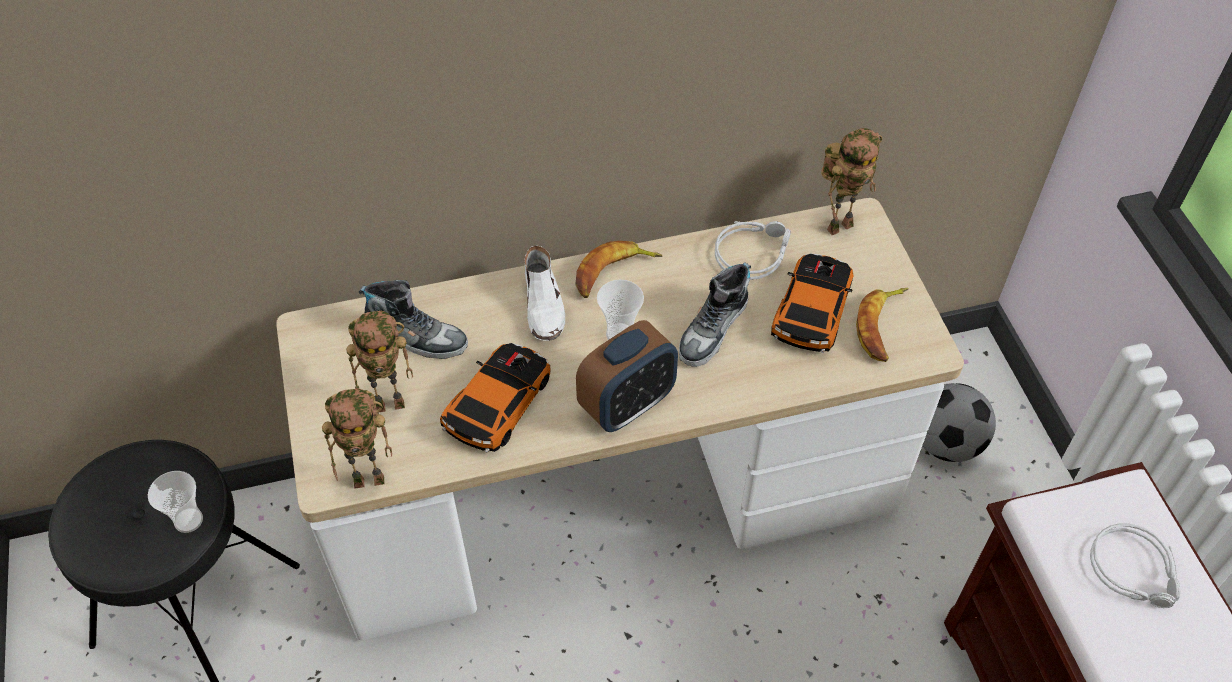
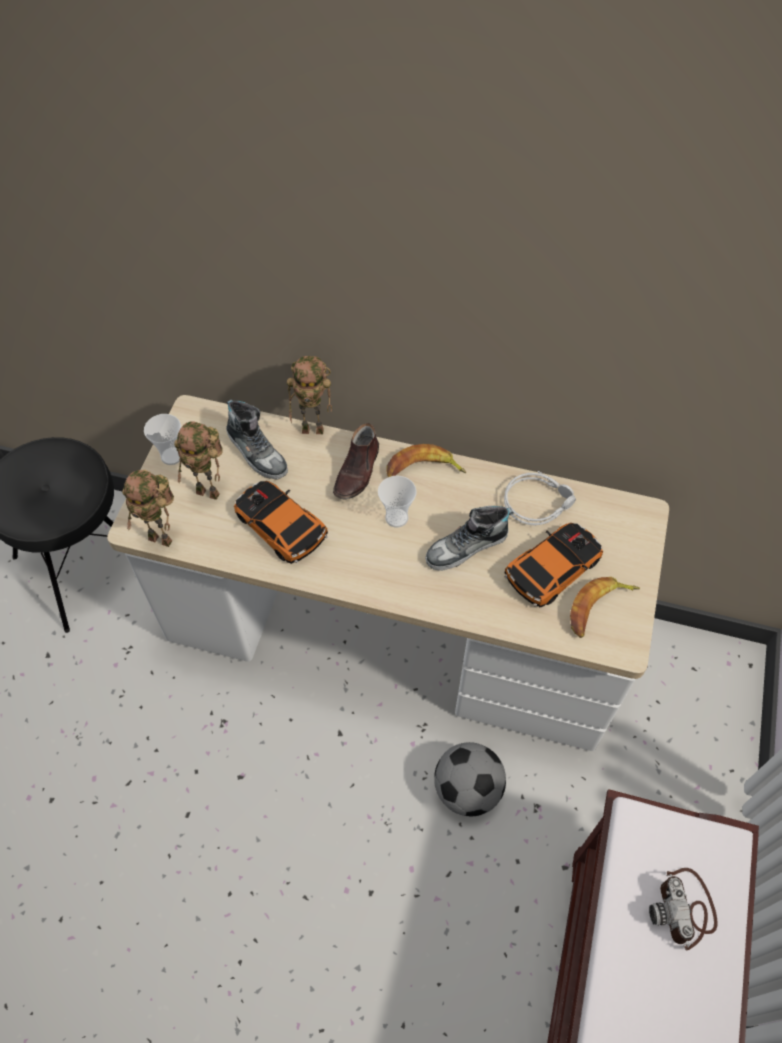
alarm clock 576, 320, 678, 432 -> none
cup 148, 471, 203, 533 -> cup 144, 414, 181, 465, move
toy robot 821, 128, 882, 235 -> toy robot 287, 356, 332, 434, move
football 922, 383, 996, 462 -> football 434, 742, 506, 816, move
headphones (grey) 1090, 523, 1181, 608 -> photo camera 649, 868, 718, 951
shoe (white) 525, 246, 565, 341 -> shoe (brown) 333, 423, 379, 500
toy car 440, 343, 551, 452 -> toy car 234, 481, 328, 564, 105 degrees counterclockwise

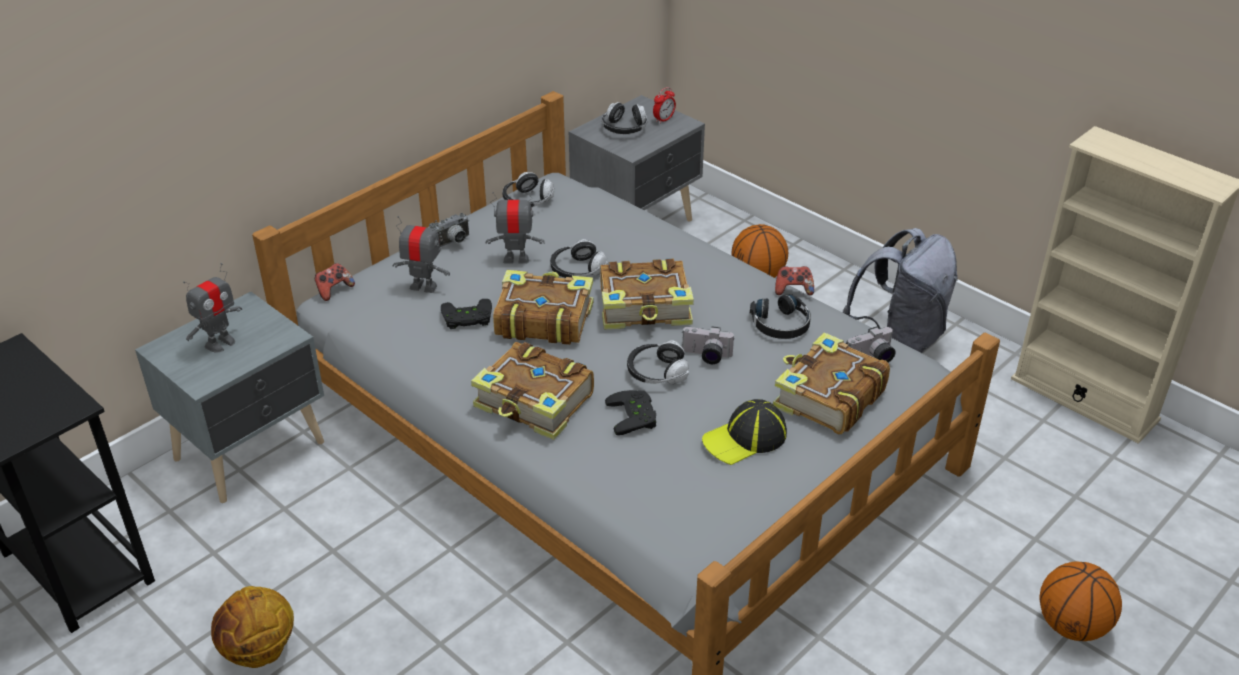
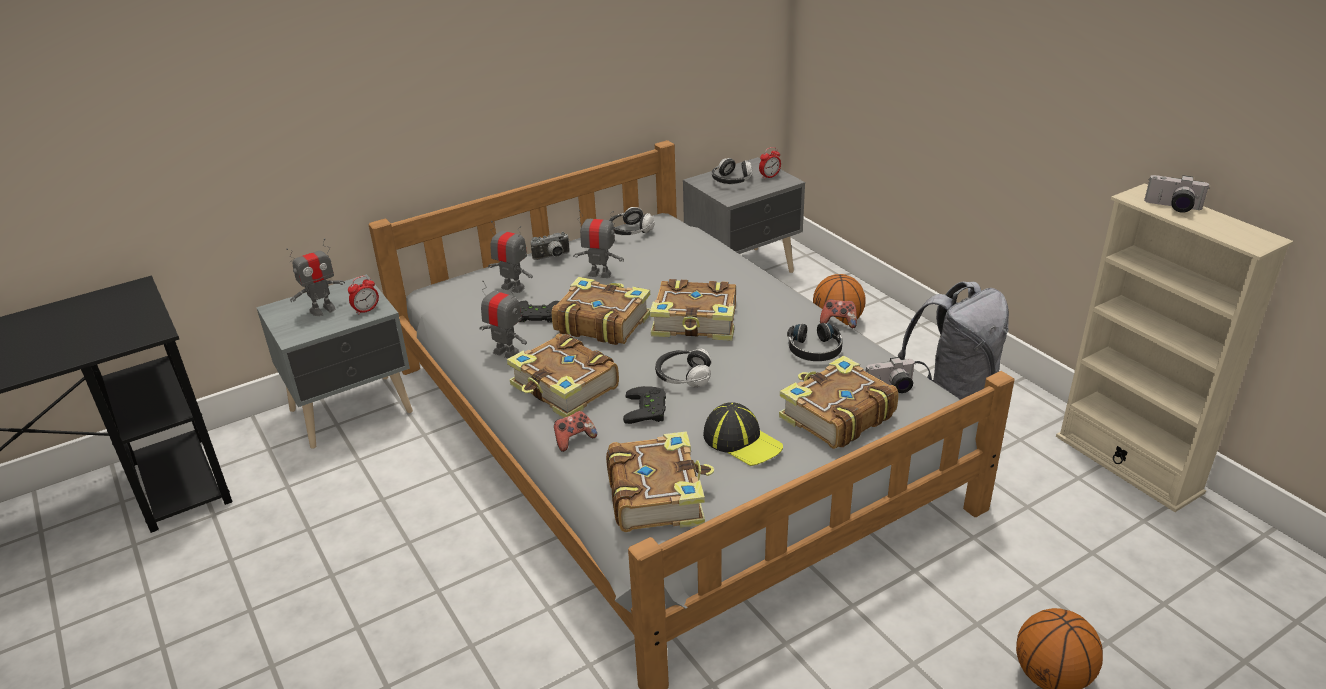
basketball 211, 586, 294, 668 -> none
headphones 550, 239, 608, 278 -> none
none -> alarm clock 348, 276, 379, 315
none -> toy robot 479, 280, 527, 358
none -> book 606, 431, 714, 532
game controller 315, 263, 355, 301 -> game controller 554, 411, 597, 452, move
photo camera 682, 326, 735, 364 -> photo camera 1144, 175, 1210, 213, move
cap 702, 399, 787, 465 -> cap 703, 402, 783, 466, 120 degrees counterclockwise

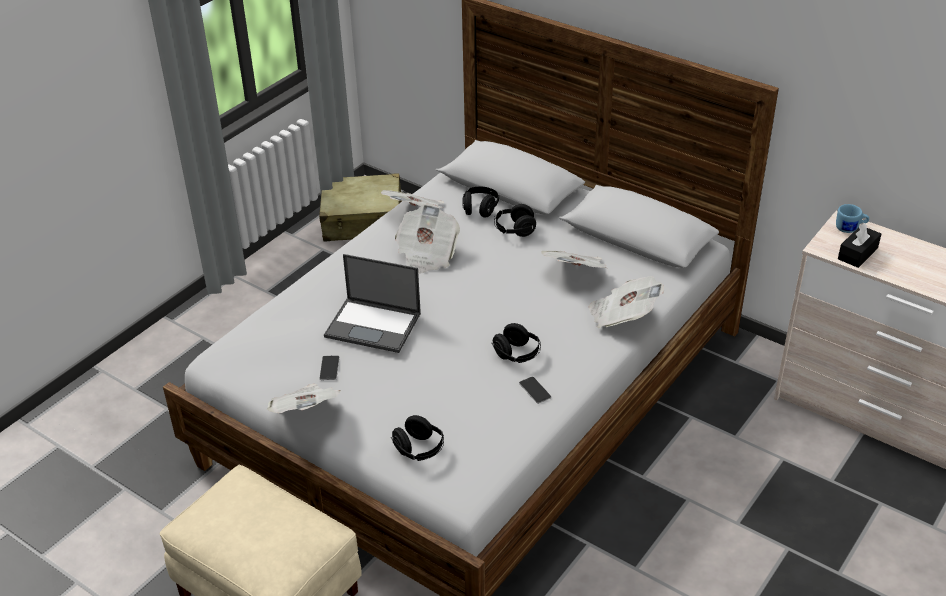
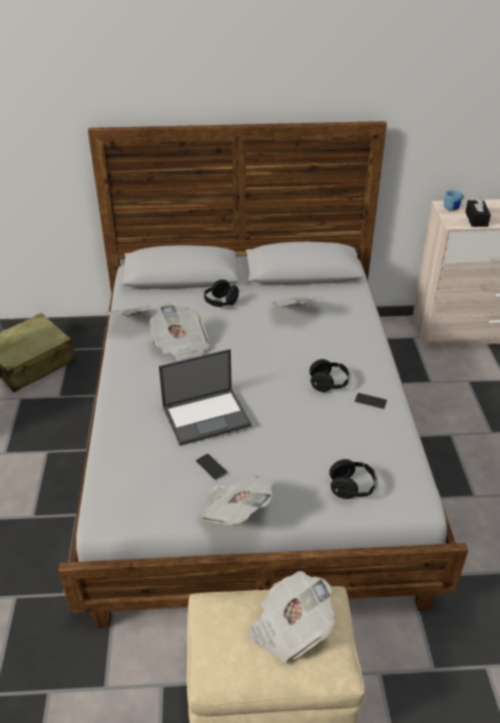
headphones (black) 463, 187, 499, 218 -> none
newspaper 588, 276, 664, 328 -> newspaper 248, 571, 335, 664, move

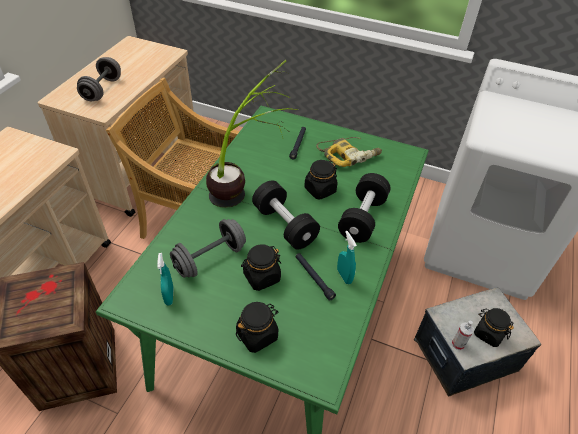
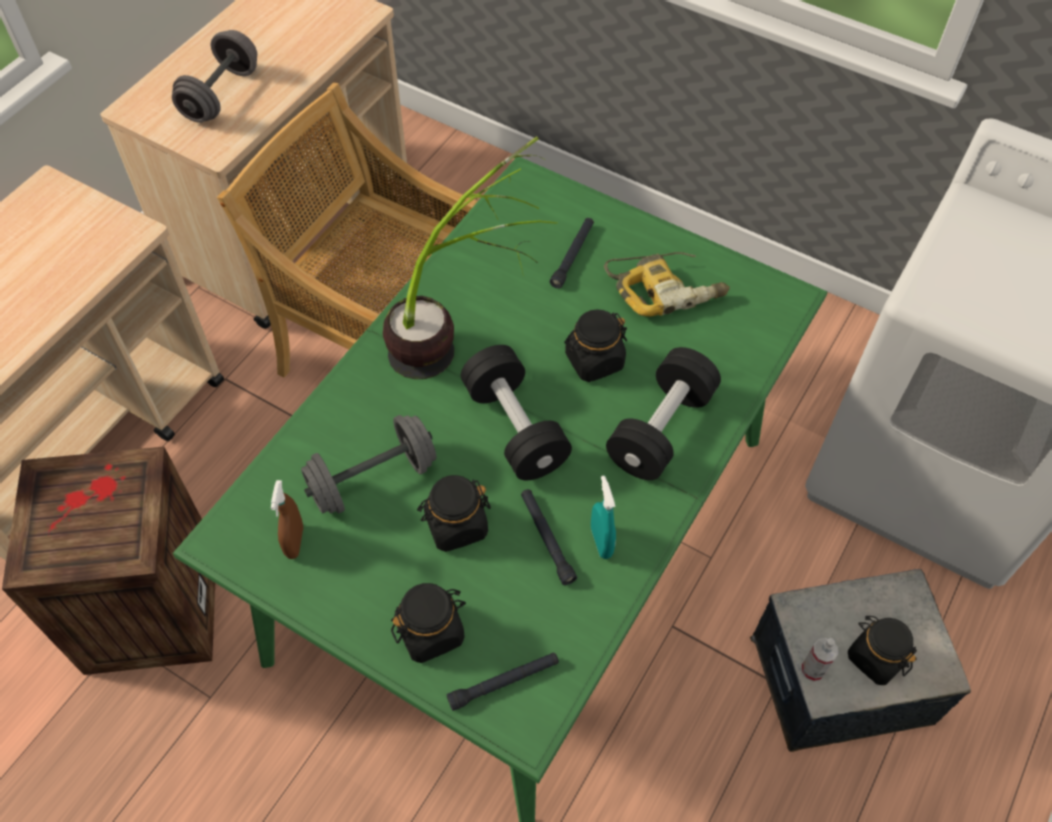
none -> flashlight (black) 447, 652, 559, 711
spray bottle (turquoise) 157, 253, 174, 305 -> spray bottle (brown) 271, 480, 303, 559

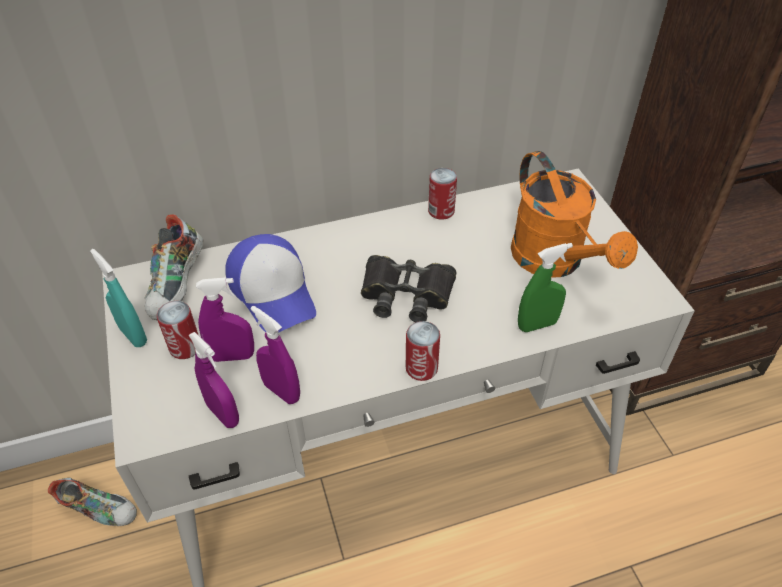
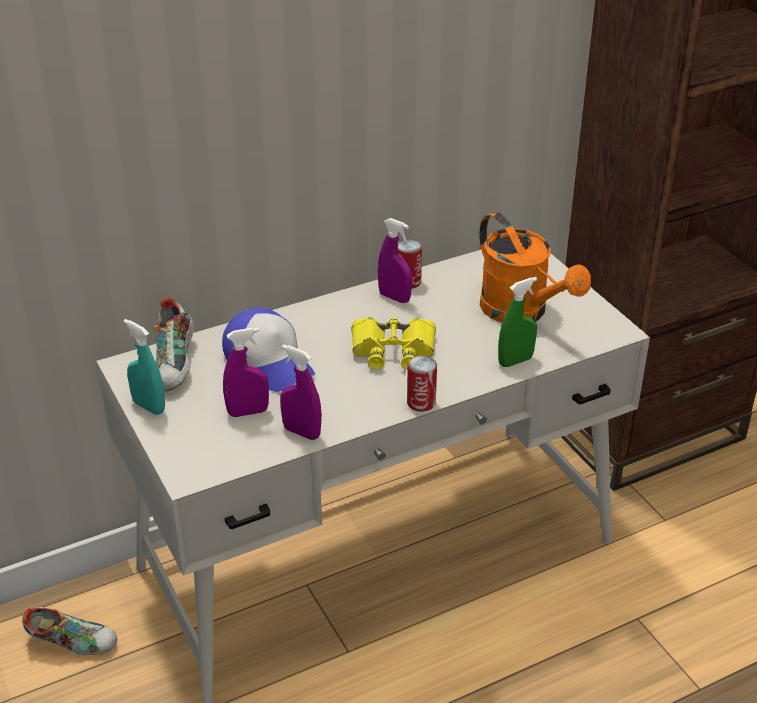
can 157, 301, 198, 359 -> none
spray bottle (purple) 188, 332, 239, 428 -> spray bottle (purple) 378, 218, 412, 303, move
binoculars (black) 361, 255, 456, 322 -> binoculars (yellow) 351, 317, 436, 370

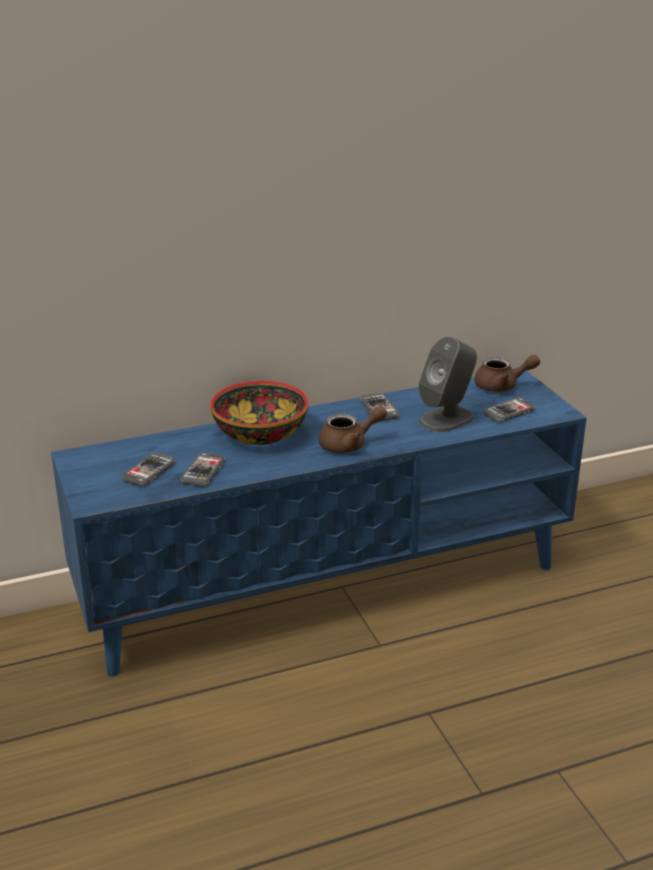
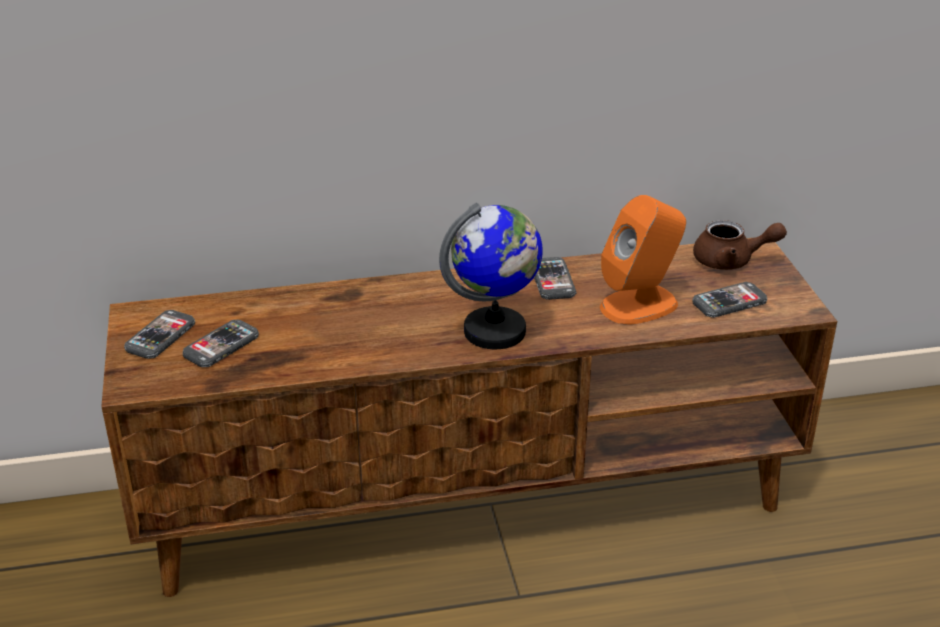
bowl 210, 381, 309, 445 -> none
phone 180, 453, 225, 487 -> phone 124, 310, 195, 359, move
teapot (brown) 319, 406, 387, 453 -> globe 439, 203, 543, 349
tv stand (blue) 51, 370, 587, 677 -> tv stand (brown) 101, 238, 837, 597
speaker (grey) 419, 336, 477, 432 -> speaker (orange) 600, 195, 686, 324

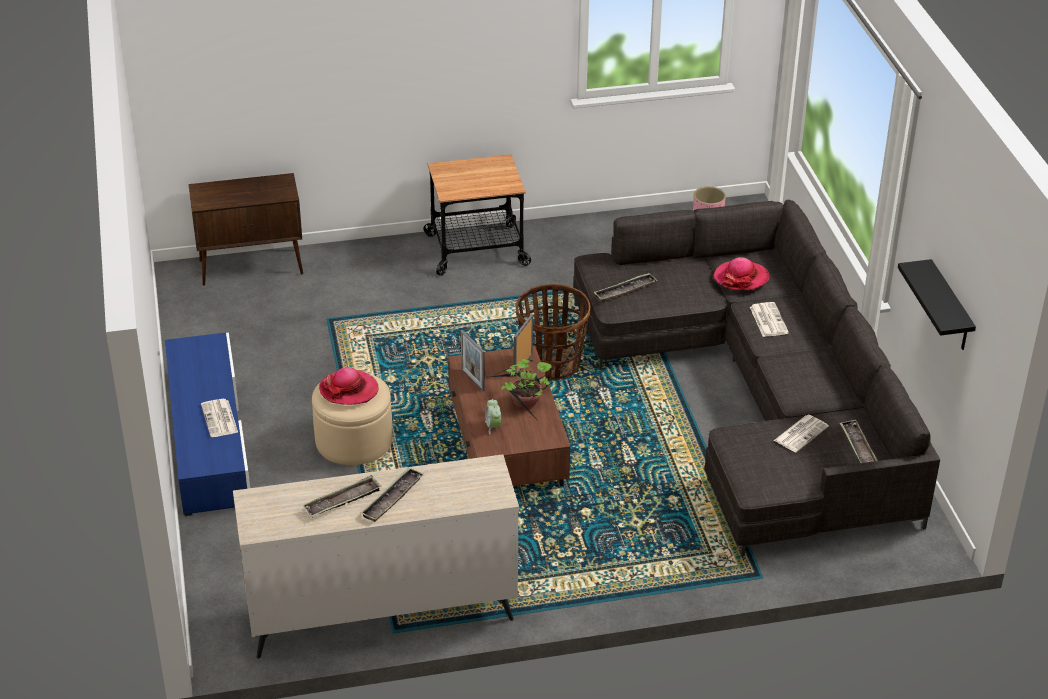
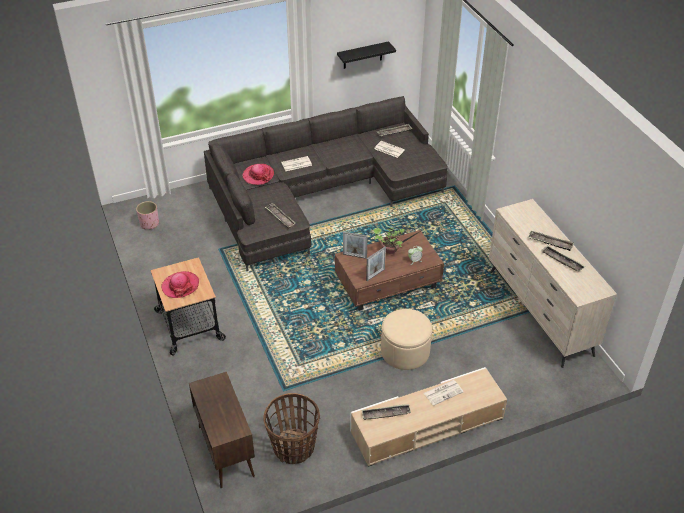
none -> tray 361, 404, 411, 420
hat 319, 367, 378, 405 -> hat 161, 271, 199, 298, move
basket 516, 284, 591, 380 -> basket 263, 393, 320, 464, move
tv stand (blue) 165, 332, 250, 516 -> tv stand (beige) 350, 367, 507, 467

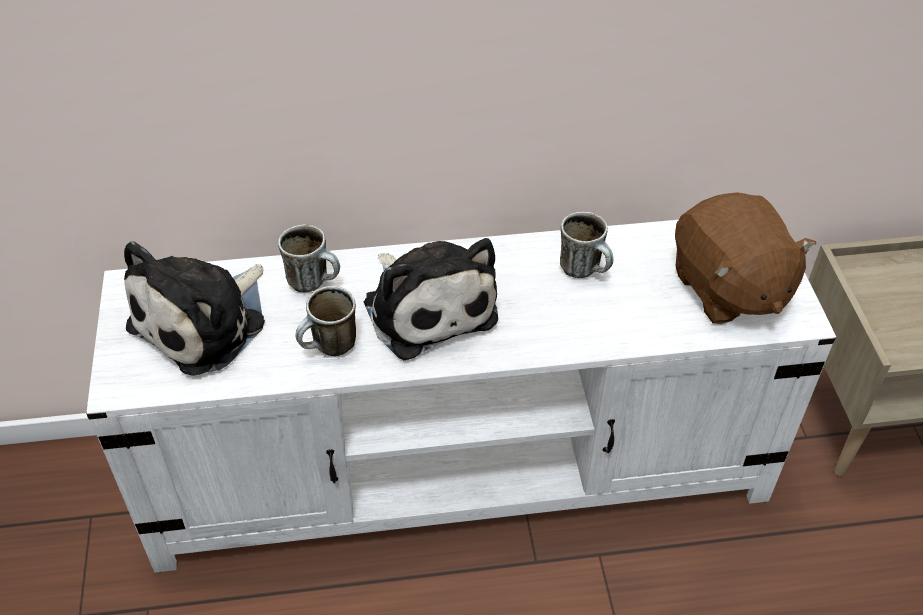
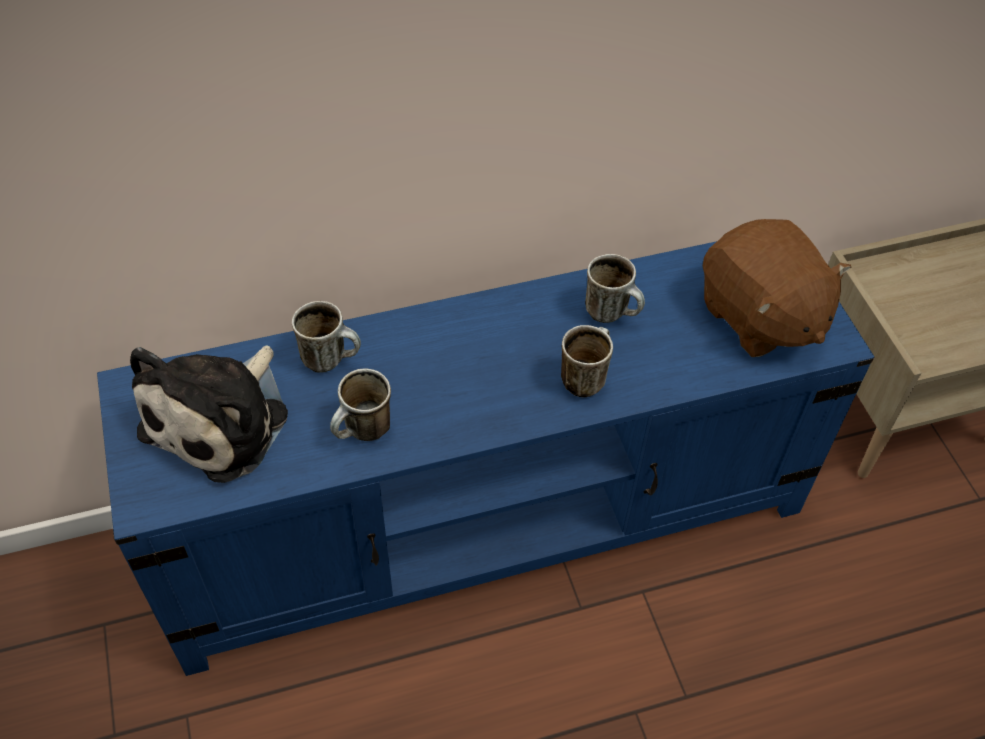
plush toy 364, 238, 498, 360 -> none
none -> mug 561, 325, 613, 397
tv stand (white) 86, 220, 836, 573 -> tv stand (blue) 97, 241, 874, 676

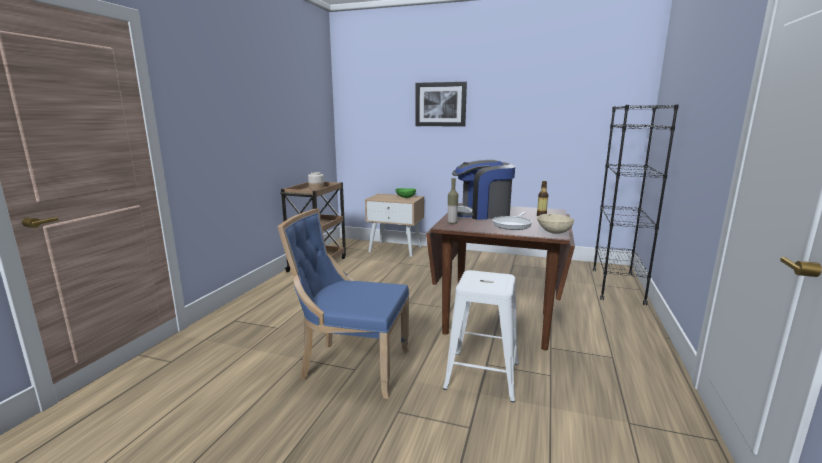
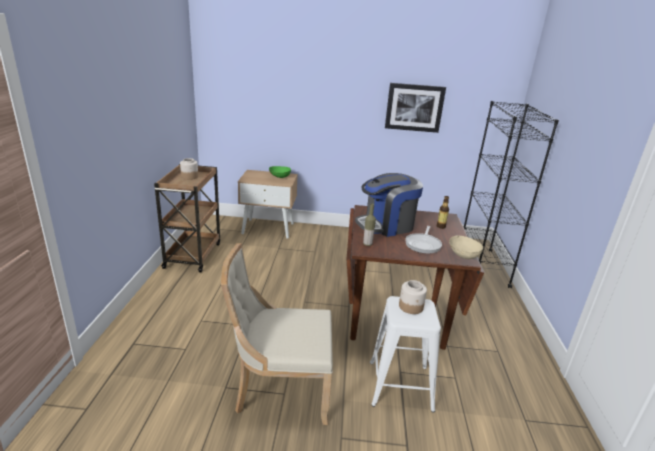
none -> jar 399, 280, 427, 314
picture 415, 82, 467, 127 -> picture 385, 83, 446, 133, move
chair (blue) 278, 208, 410, 399 -> chair (beige) 221, 243, 333, 425

